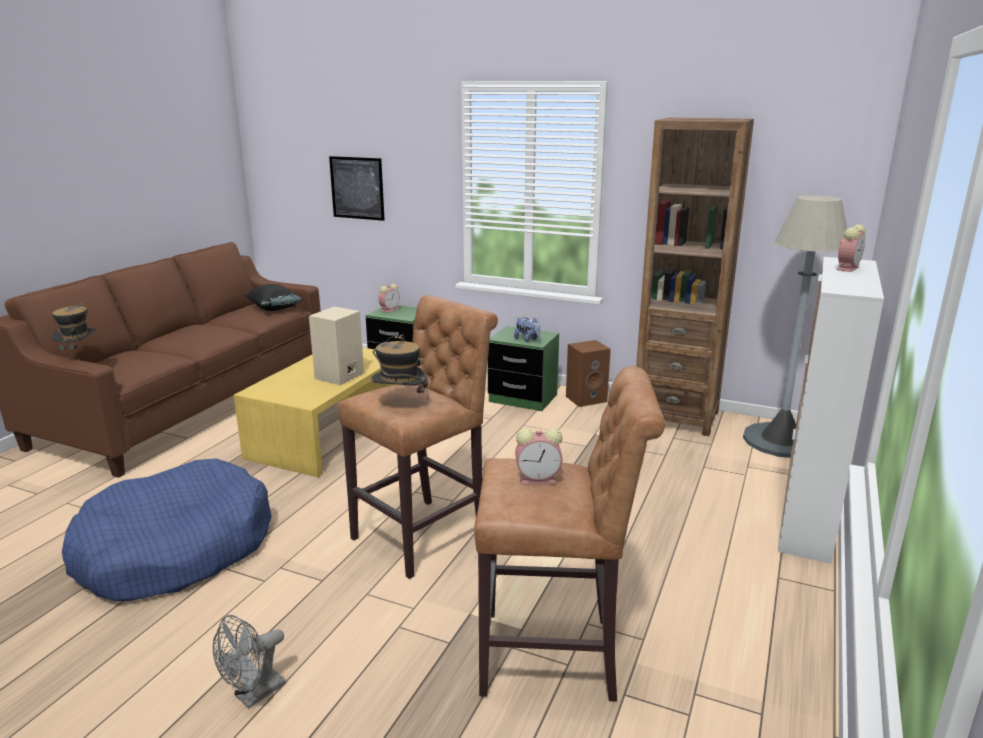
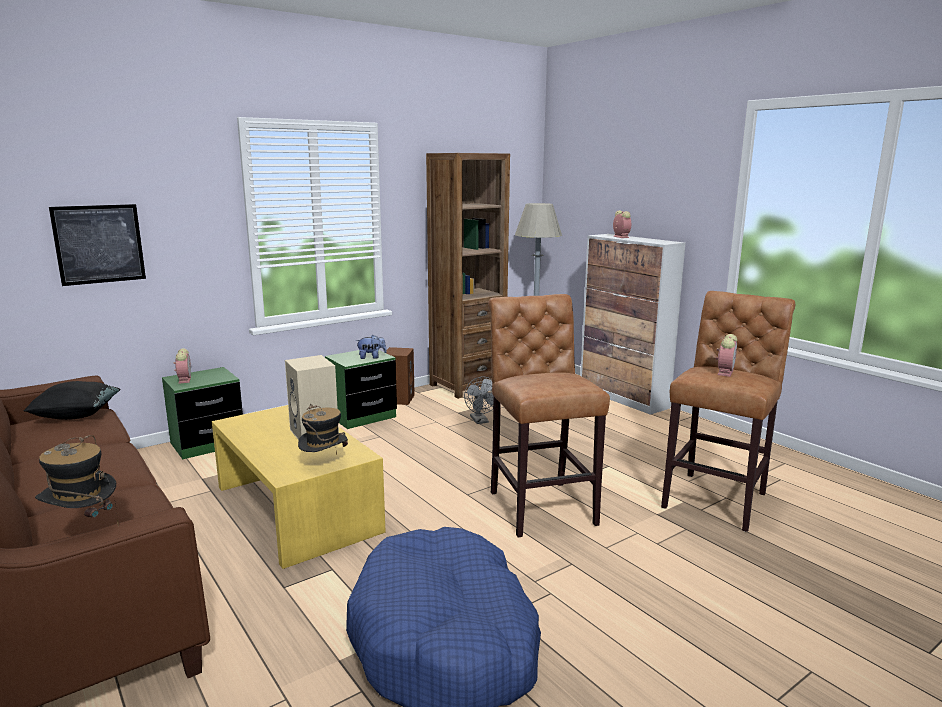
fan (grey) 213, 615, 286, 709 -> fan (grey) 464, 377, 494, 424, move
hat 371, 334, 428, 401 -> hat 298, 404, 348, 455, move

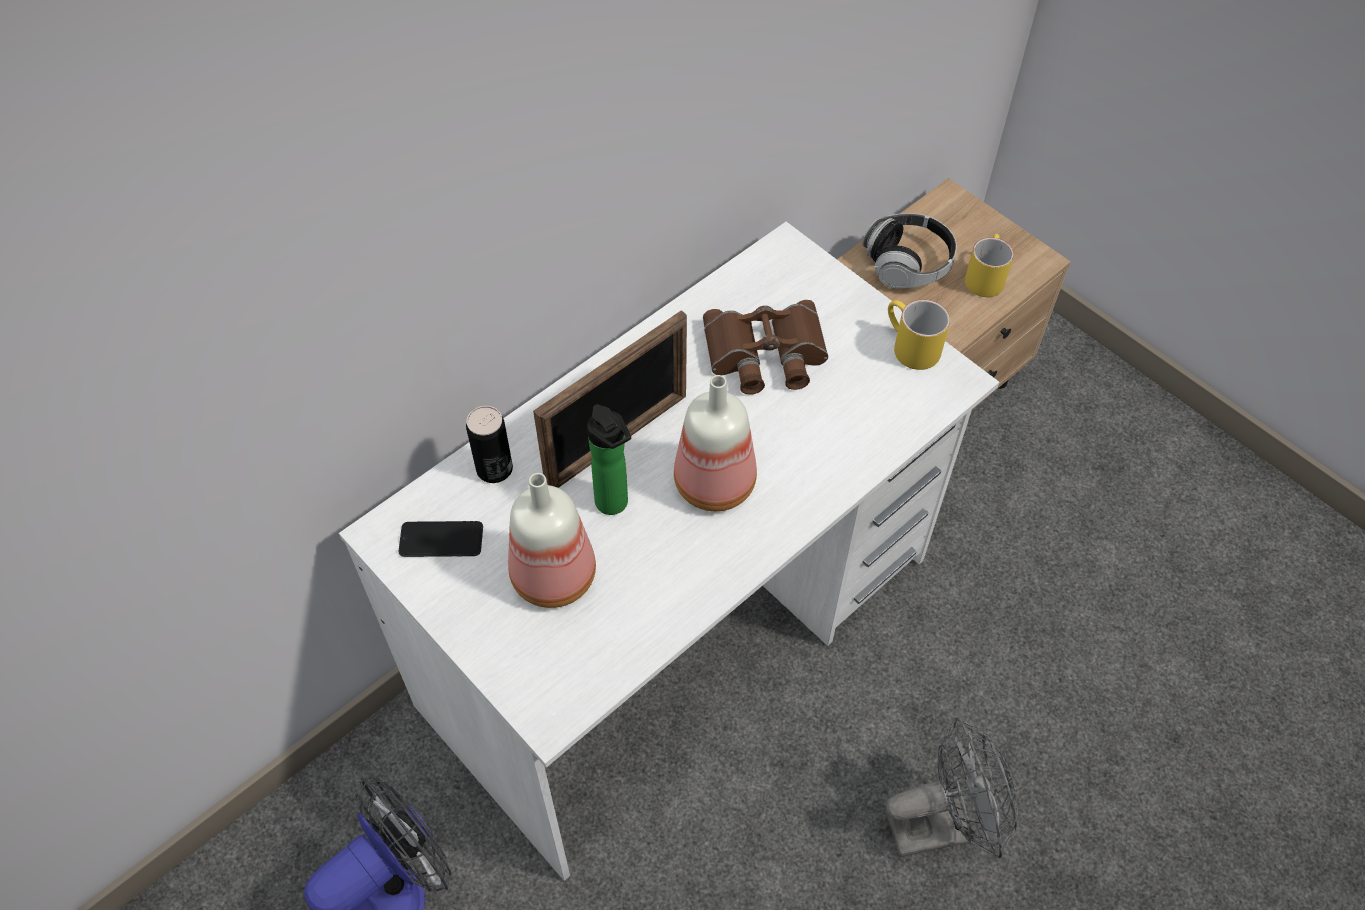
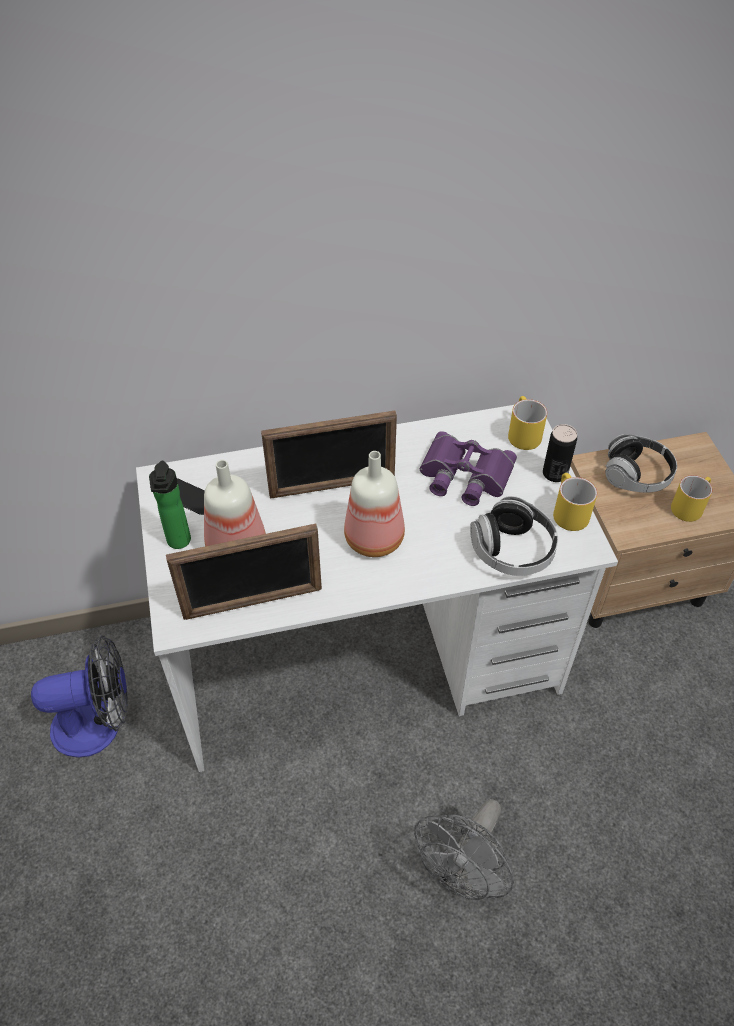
none -> picture frame 166, 523, 322, 620
none -> headphones 470, 496, 558, 576
none -> mug (yellow) 508, 396, 547, 450
can 466, 406, 513, 483 -> can 543, 424, 577, 482, move
bottle 587, 404, 631, 515 -> bottle 149, 461, 191, 549, move
binoculars (brown) 703, 300, 828, 395 -> binoculars (purple) 420, 431, 517, 506
fan (grey) 886, 717, 1018, 859 -> fan (grey) 414, 799, 514, 900, 105 degrees clockwise

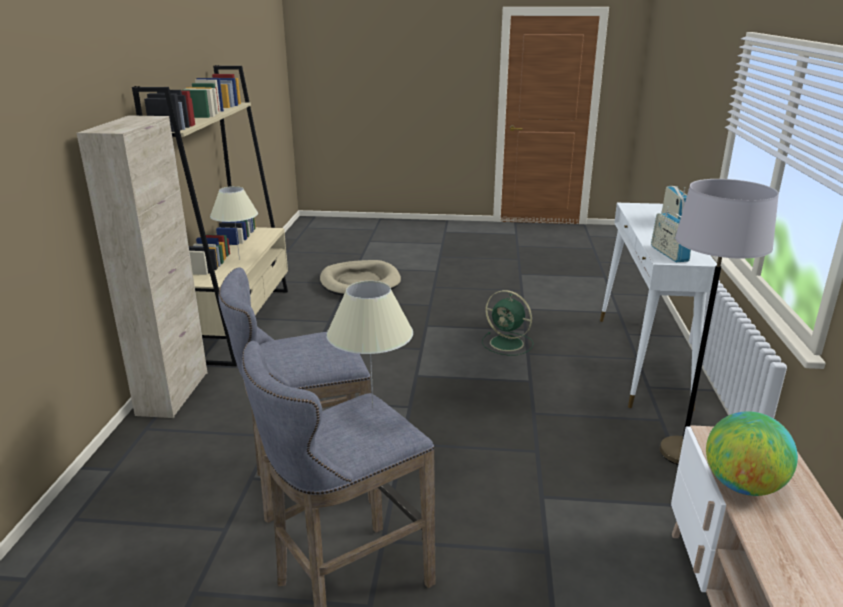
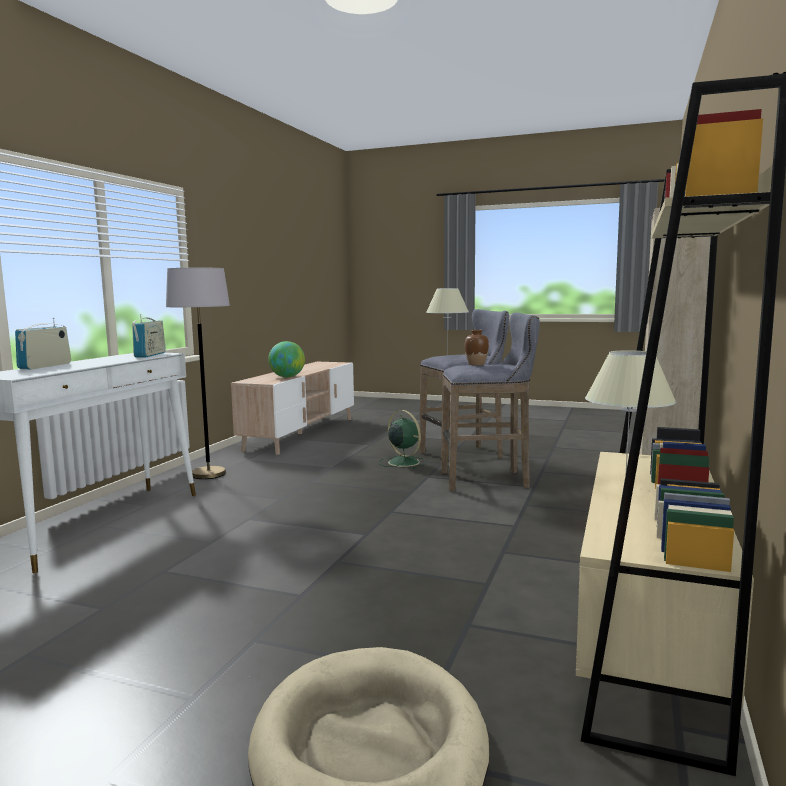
none -> vase (brown) 465, 330, 489, 366
fan (green) 482, 290, 534, 356 -> fan (green) 379, 410, 427, 469, move

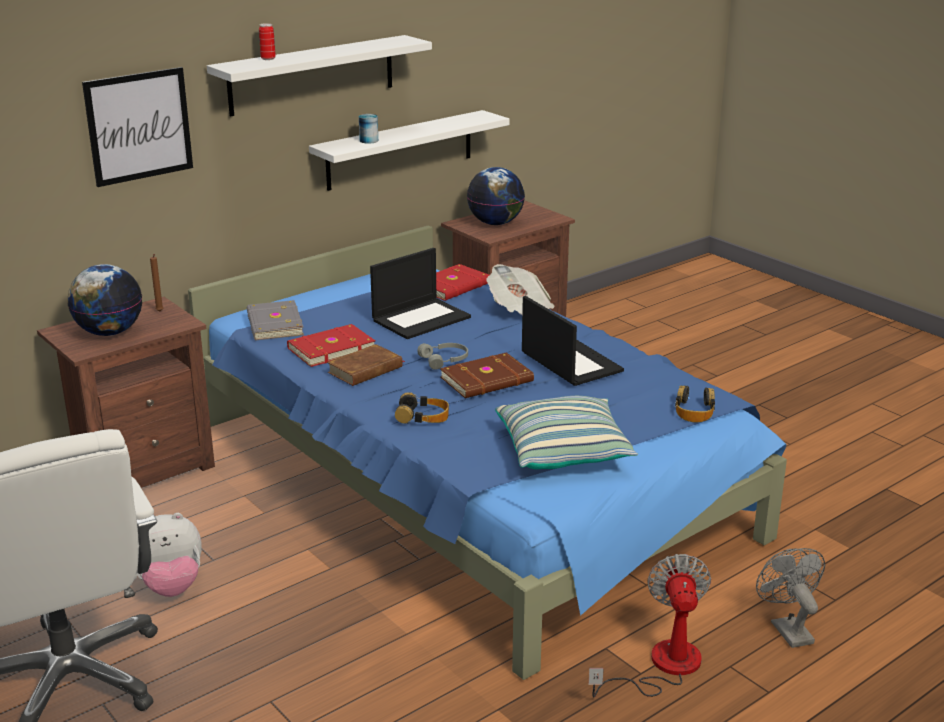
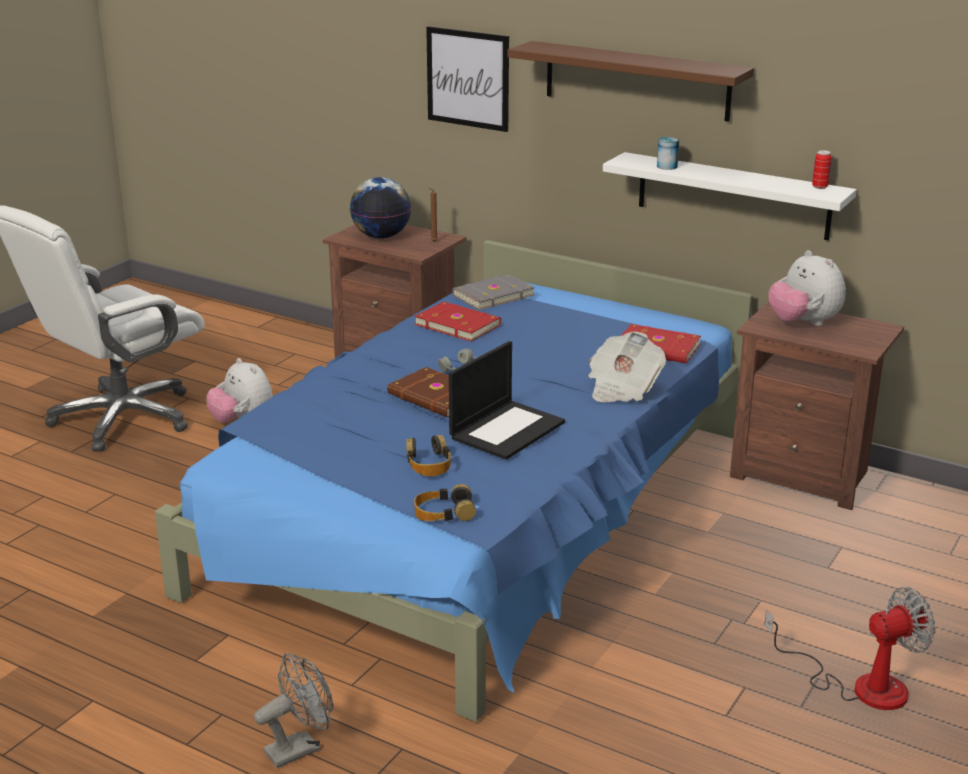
book (brown) 327, 344, 405, 386 -> none
laptop 370, 248, 471, 339 -> none
pillow 495, 396, 638, 469 -> none
can 259, 23, 276, 60 -> can 812, 150, 832, 189, move
headphones 395, 392, 449, 424 -> headphones 406, 435, 452, 476, move
fan 589, 554, 711, 698 -> fan 764, 587, 936, 710, move
globe 467, 167, 525, 225 -> plush toy 768, 250, 846, 326
shelf (white) 207, 35, 432, 117 -> shelf (brown) 508, 41, 754, 122

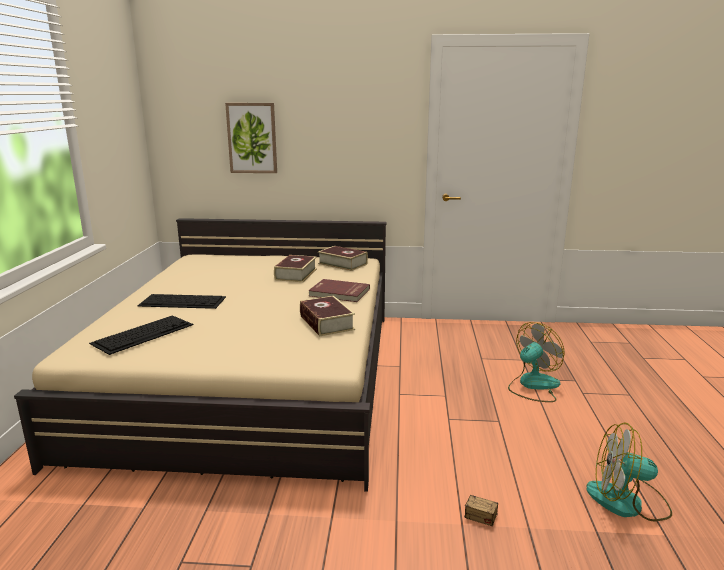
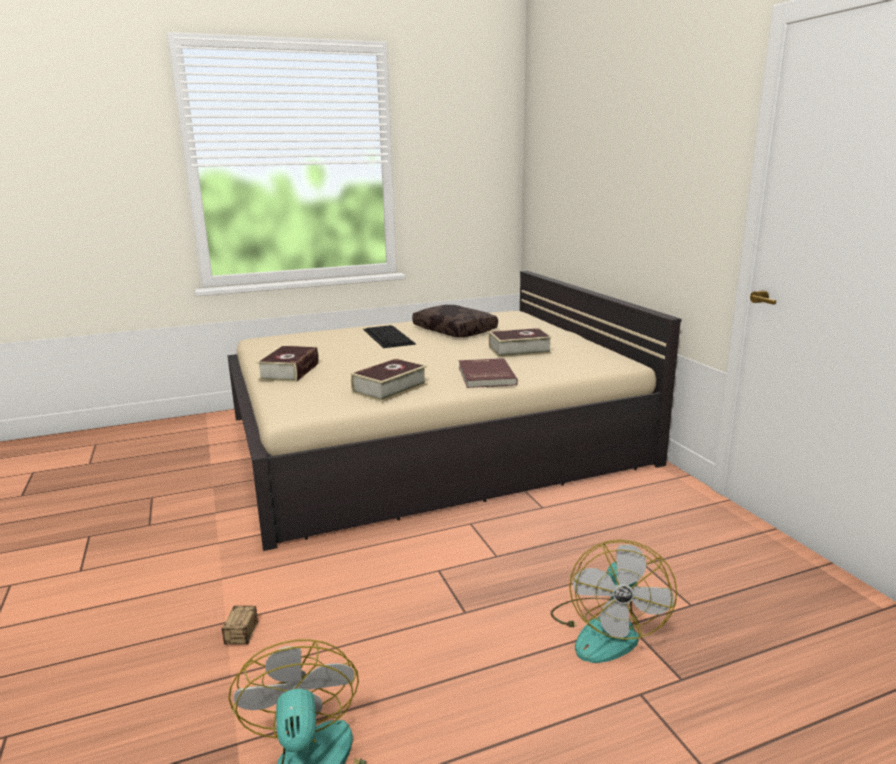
keyboard 89, 315, 193, 355 -> none
picture 225, 103, 277, 173 -> none
none -> pillow (brown) 412, 305, 498, 337
book 318, 246, 368, 271 -> book 256, 345, 319, 382, move
fan 508, 322, 565, 402 -> fan 550, 540, 677, 663, 75 degrees clockwise

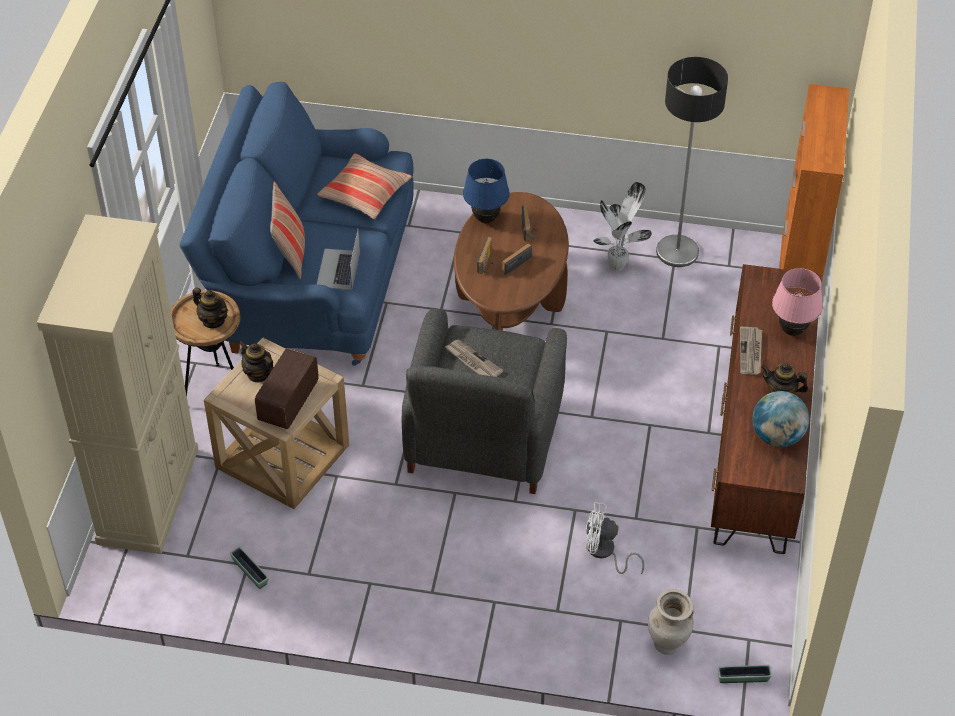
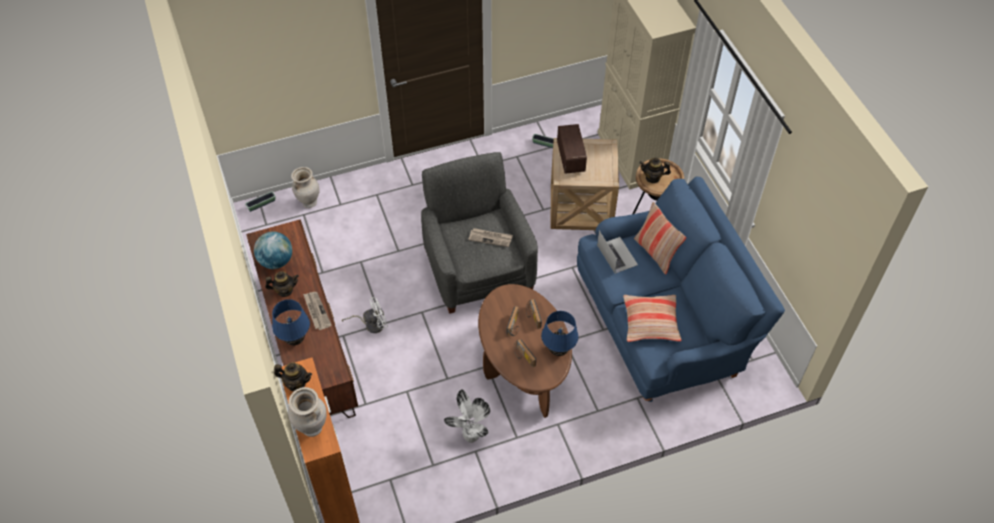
floor lamp 656, 57, 728, 267 -> none
none -> vase (beige) 288, 387, 327, 437
teapot 239, 340, 274, 383 -> teapot 274, 363, 312, 391, move
fan (white) 585, 502, 644, 574 -> fan (white) 342, 297, 388, 333, move
table lamp (pink) 772, 268, 823, 336 -> table lamp (blue) 272, 299, 310, 345

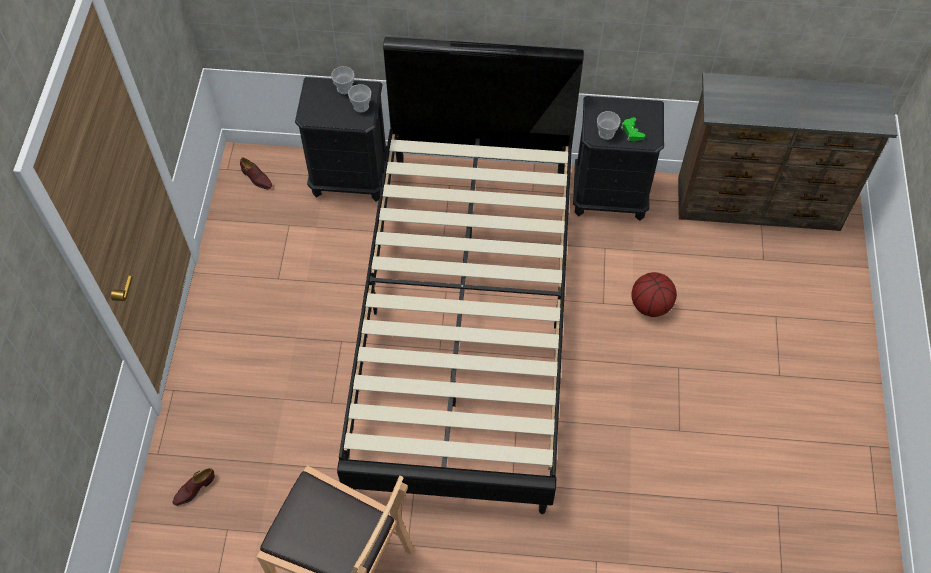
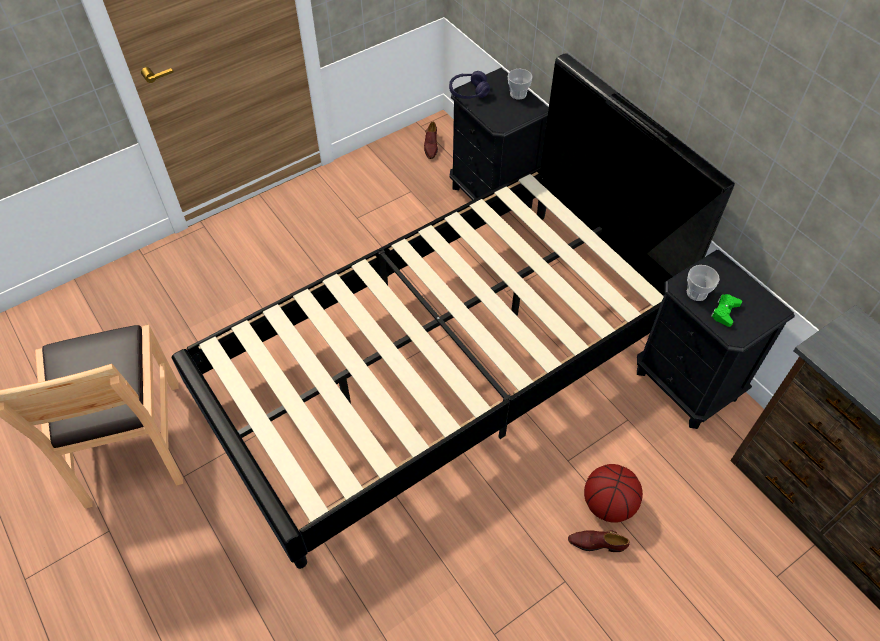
cup 348, 84, 371, 112 -> none
none -> headphones (purple) 449, 71, 490, 99
shoe (brown) 172, 468, 215, 506 -> shoe (brown) 568, 530, 630, 552, move

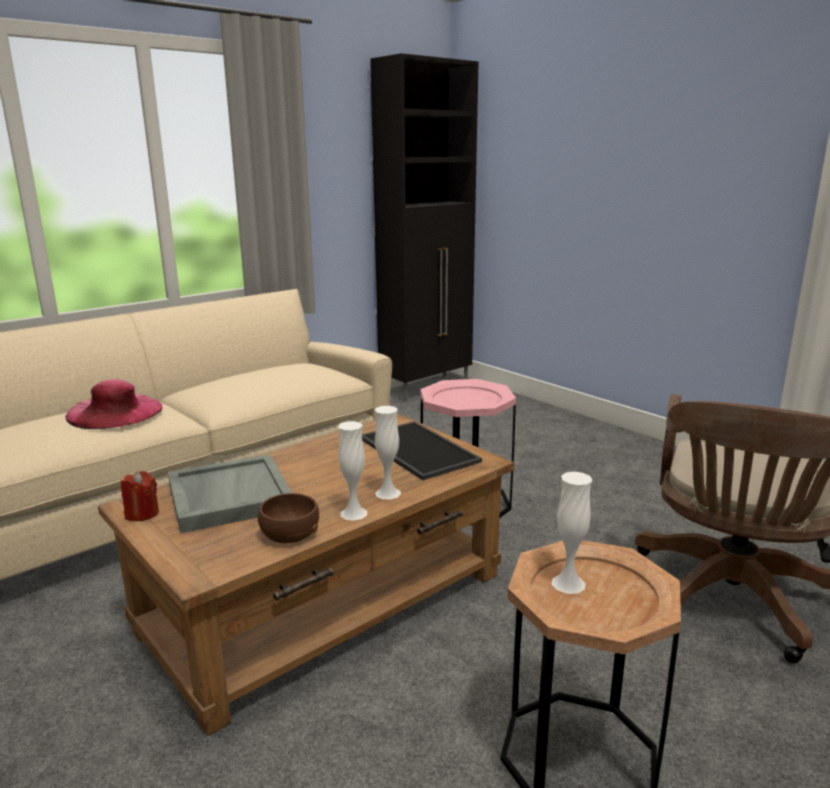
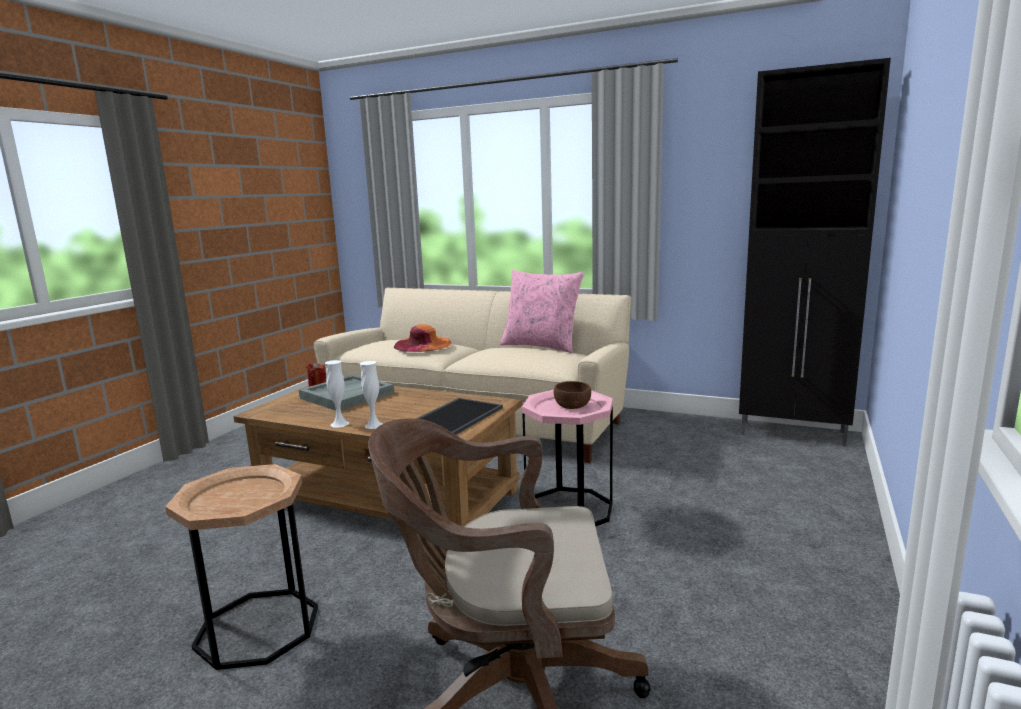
vase (white) 552, 472, 593, 594 -> none
none -> pillow (pink) 500, 270, 584, 353
bowl (brown) 258, 493, 319, 543 -> bowl (brown) 554, 381, 591, 409, move
hat (pink) 65, 379, 163, 429 -> hat (orange) 394, 324, 451, 352

